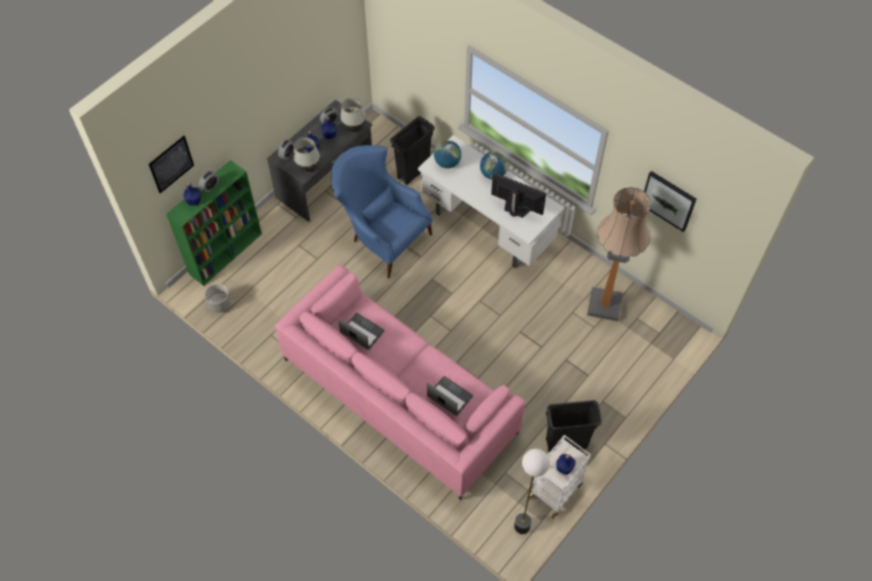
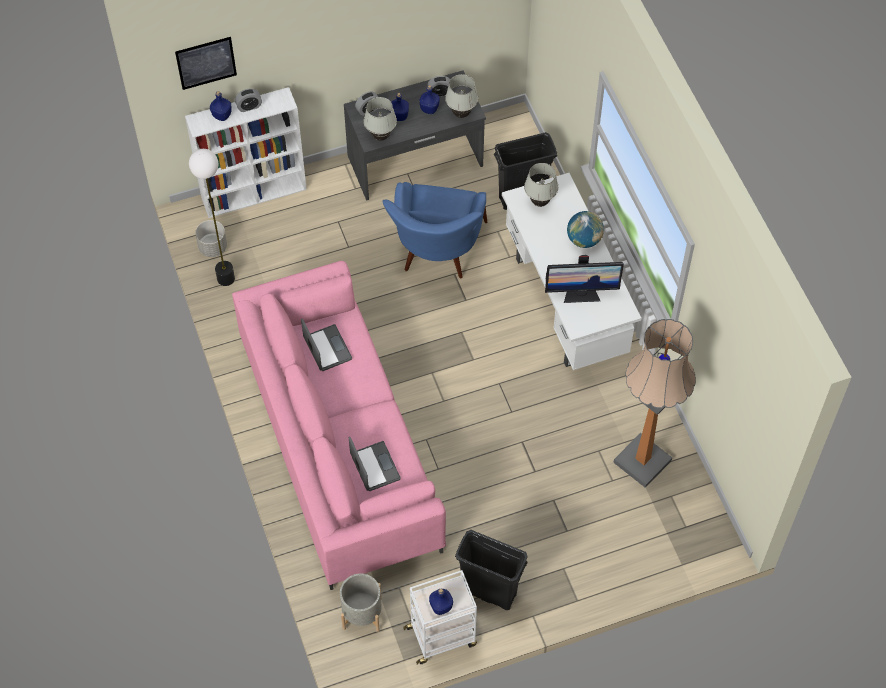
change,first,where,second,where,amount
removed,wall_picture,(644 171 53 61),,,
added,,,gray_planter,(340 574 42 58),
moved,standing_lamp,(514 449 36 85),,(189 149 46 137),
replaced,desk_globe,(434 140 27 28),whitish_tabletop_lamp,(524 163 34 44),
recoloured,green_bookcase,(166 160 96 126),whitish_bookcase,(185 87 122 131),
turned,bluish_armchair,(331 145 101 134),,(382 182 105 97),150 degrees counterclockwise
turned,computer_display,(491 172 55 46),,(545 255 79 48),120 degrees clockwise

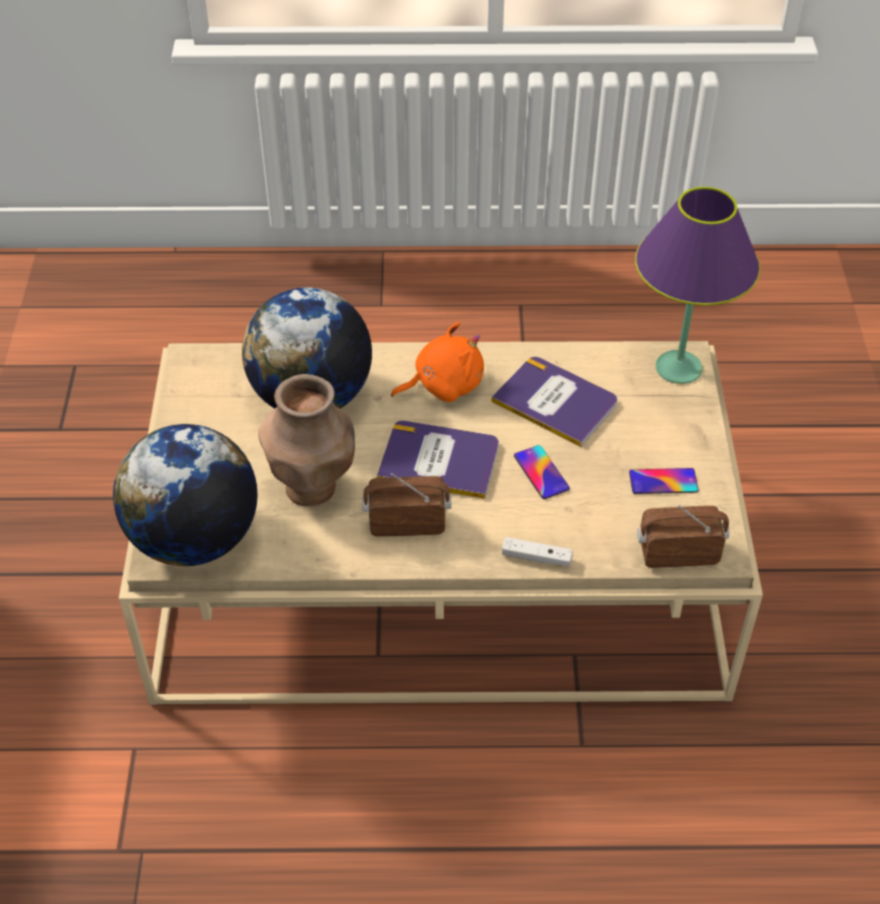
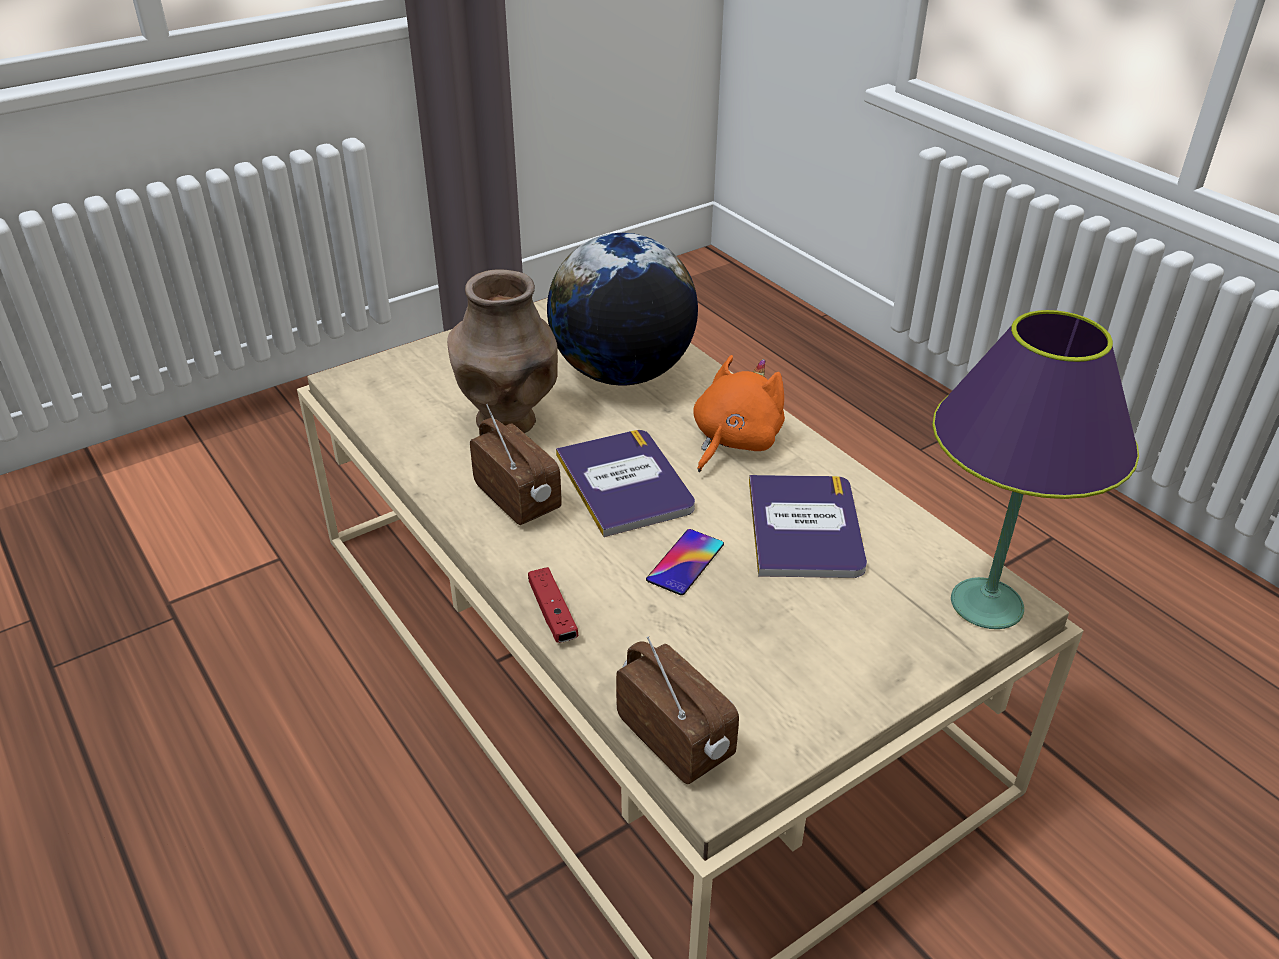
change,first,where,second,where,amount
removed,desk_globe,(113 424 145 142),,,
removed,handset,(629 468 69 26),,,
recoloured,whitish_joypad,(502 537 71 30),reddish_joypad,(528 567 50 76),
turned,orange-coloured_soft_toy,(391 322 93 80),,(693 355 92 117),90 degrees counterclockwise

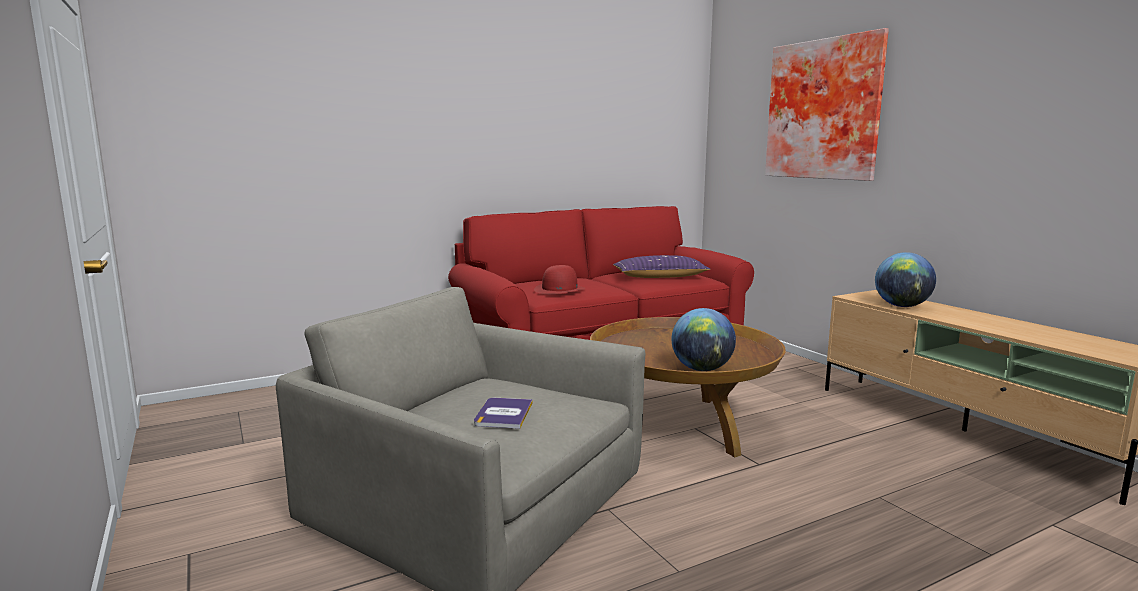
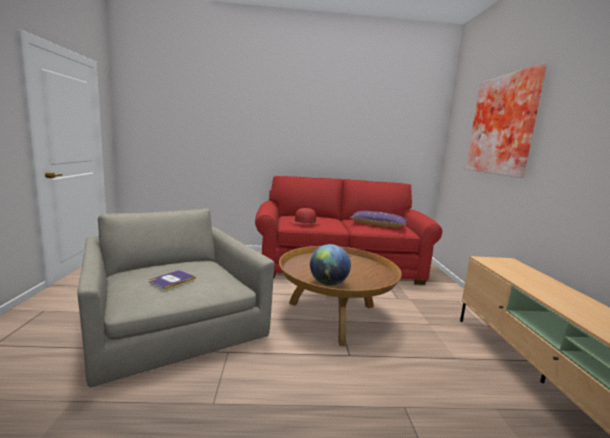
change,first,where,second,where,amount
removed,desk_globe,(875 252 61 55),,,

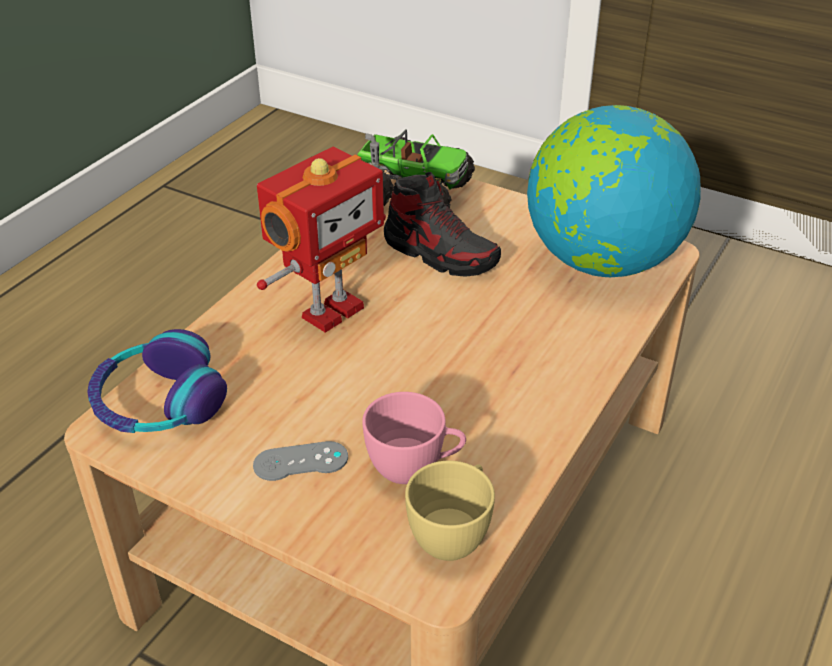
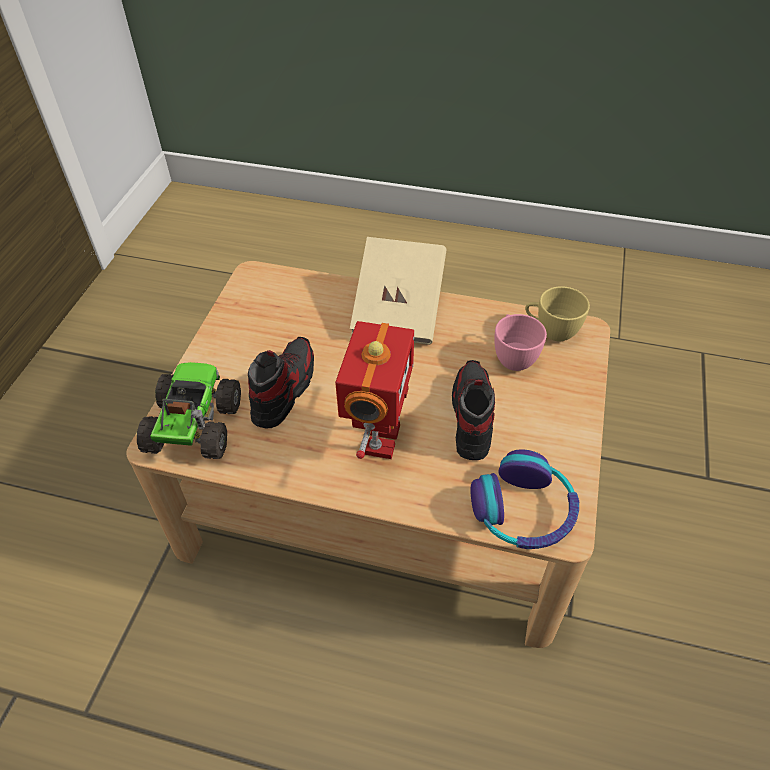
change,first,where,second,where,amount
removed,gray_joypad,(253 441 95 40),,,
removed,desk_globe,(527 105 174 172),,,
added,,,beige-coloured_volume,(350 237 97 108),
added,,,low_shoe,(452 360 43 100),
turned,model_robot,(257 147 129 186),,(335 321 79 138),75 degrees clockwise

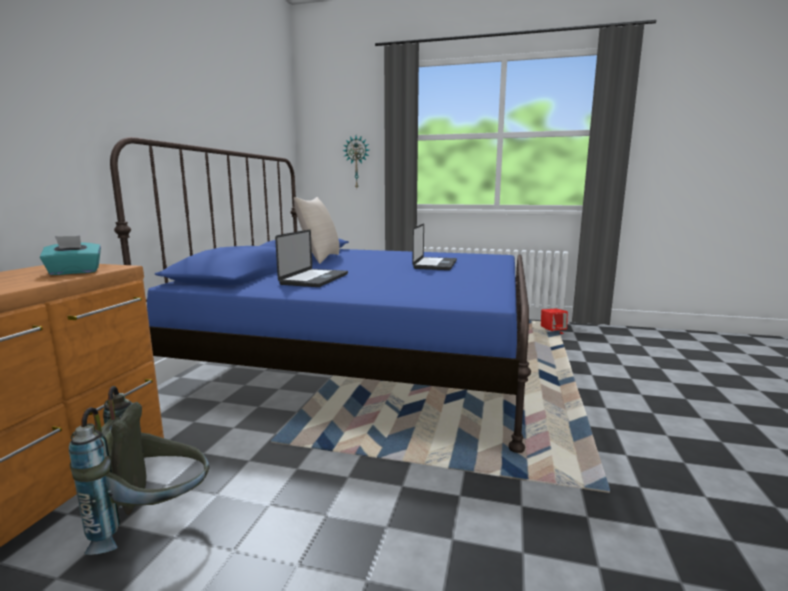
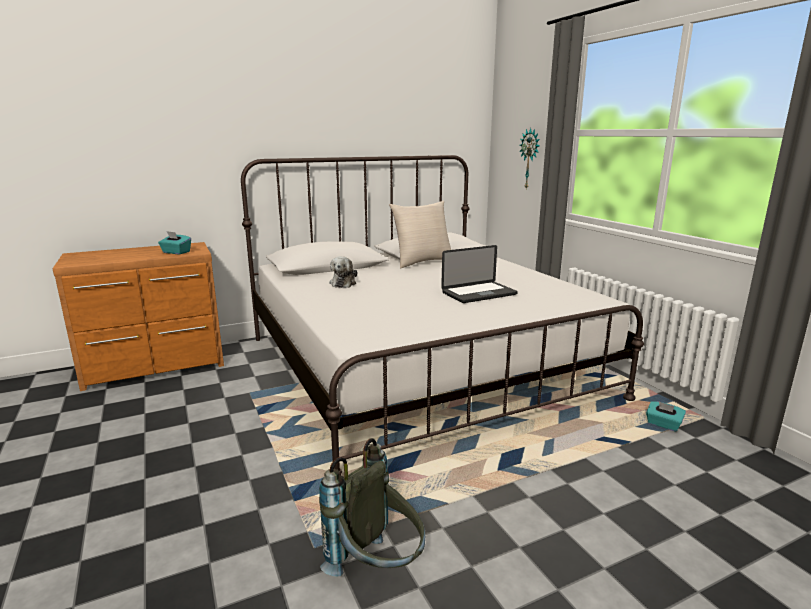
change,first,where,second,where,amount
moved,gray_backpack,(69 386 141 169),,(319 438 106 139),
replaced,laptop,(275 229 73 58),soft_toy,(329 256 28 32),
replaced,reddish_loudspeaker,(541 309 27 25),turquoise_tissue_holder,(646 401 40 31),
recoloured,bluish_bed,(110 137 421 316),whitish_bed,(241 155 403 323),

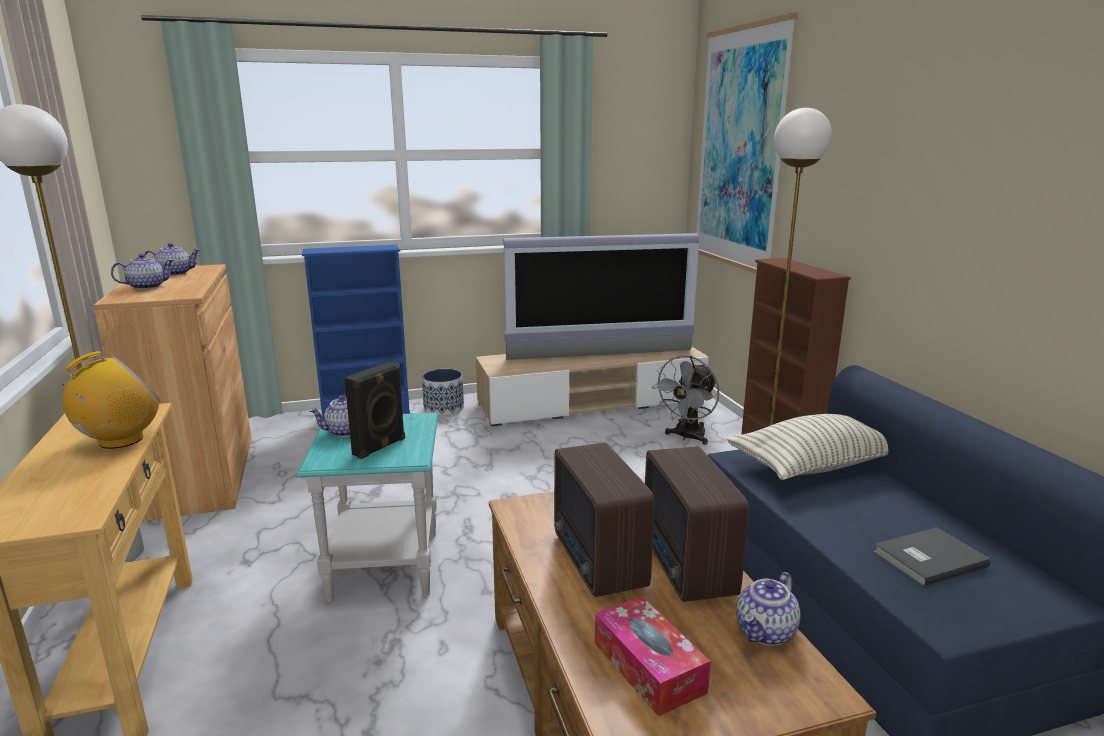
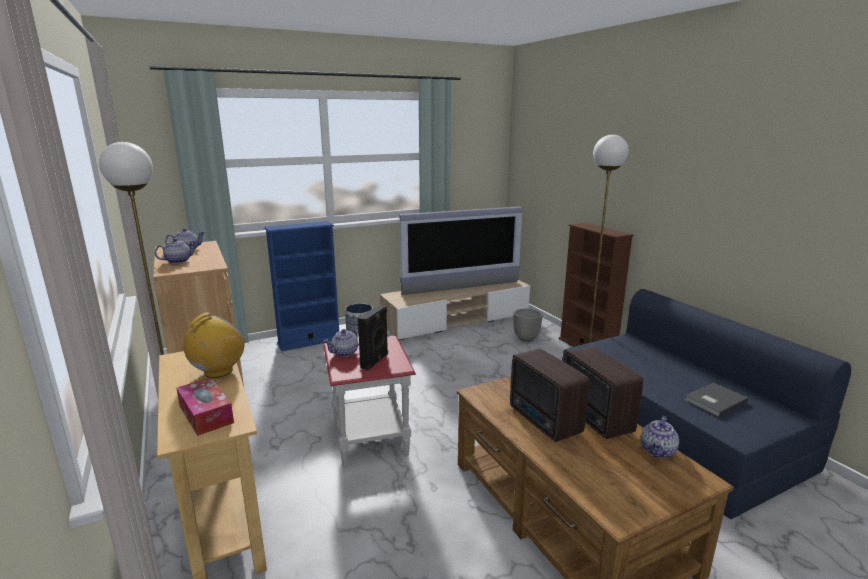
change,first,where,second,where,amount
removed,wall_picture,(696 13 102 261),,,
removed,cushion,(727 414 162 66),,,
moved,tissue_holder,(595 596 116 121),,(176 378 58 58),
replaced,gray_fan,(652 355 67 90),planter,(513 309 29 33),
recoloured,turquoise_accent_table,(296 413 142 189),reddish_accent_table,(323 336 93 131),

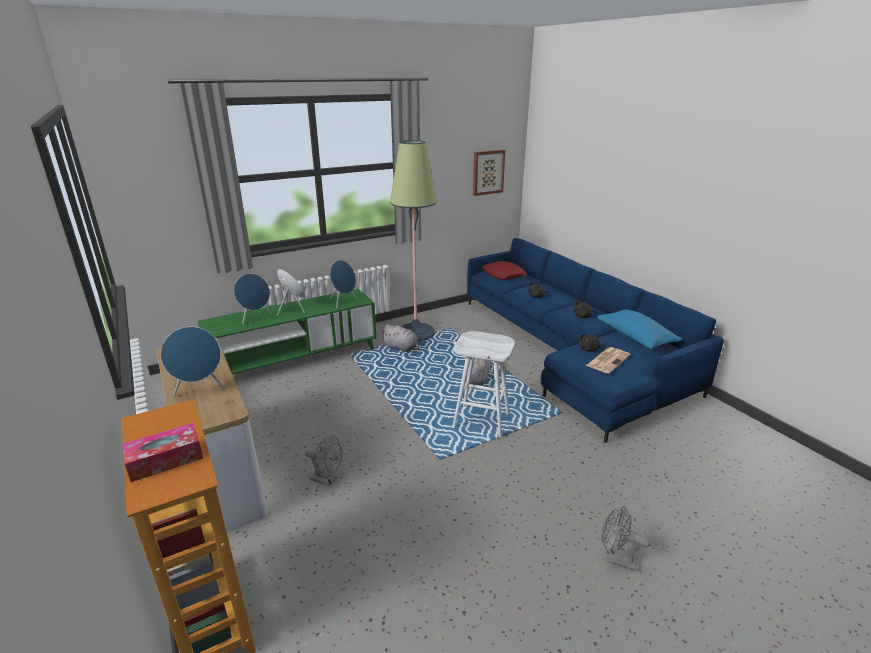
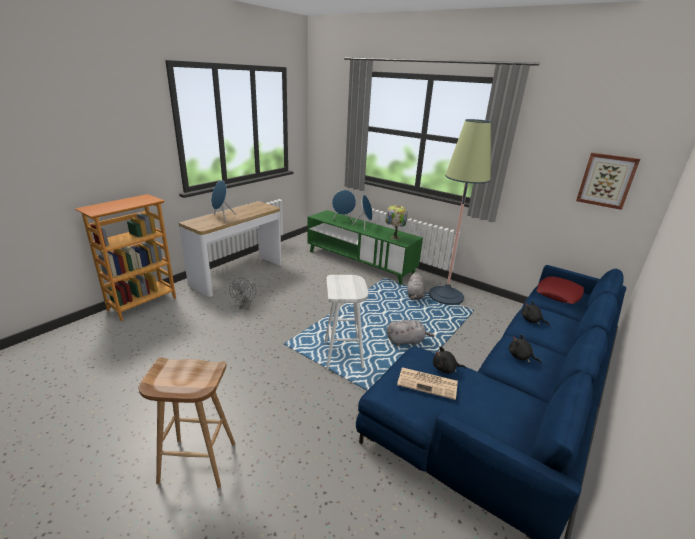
change,first,where,second,where,amount
removed,tissue_holder,(122 423 81 59),,,
removed,bluish_cushion,(597 309 85 40),,,
replaced,bluish_loudspeaker,(330 260 26 48),tabletop_lamp,(385 205 23 35),
replaced,gray_fan,(602 506 48 65),brownish_stool_seat,(139 358 96 130),

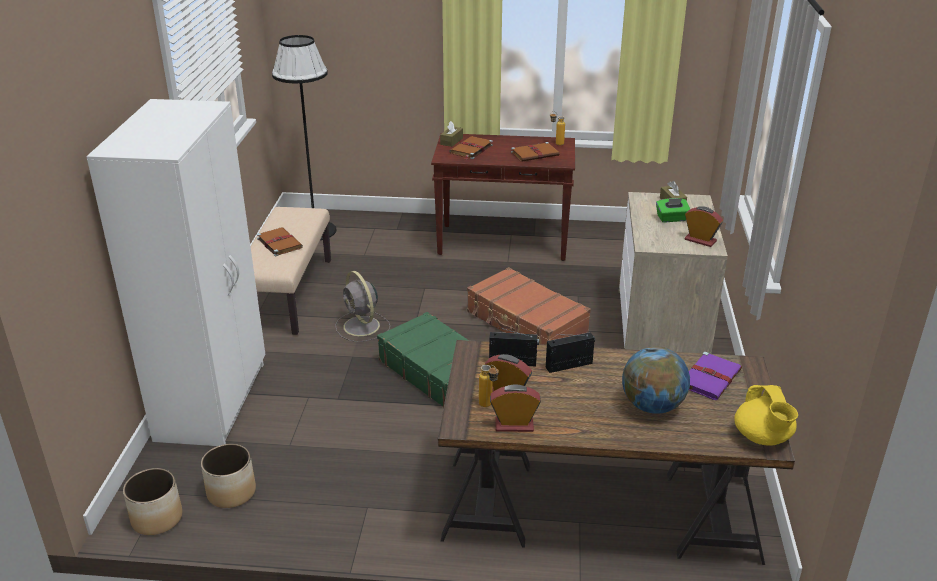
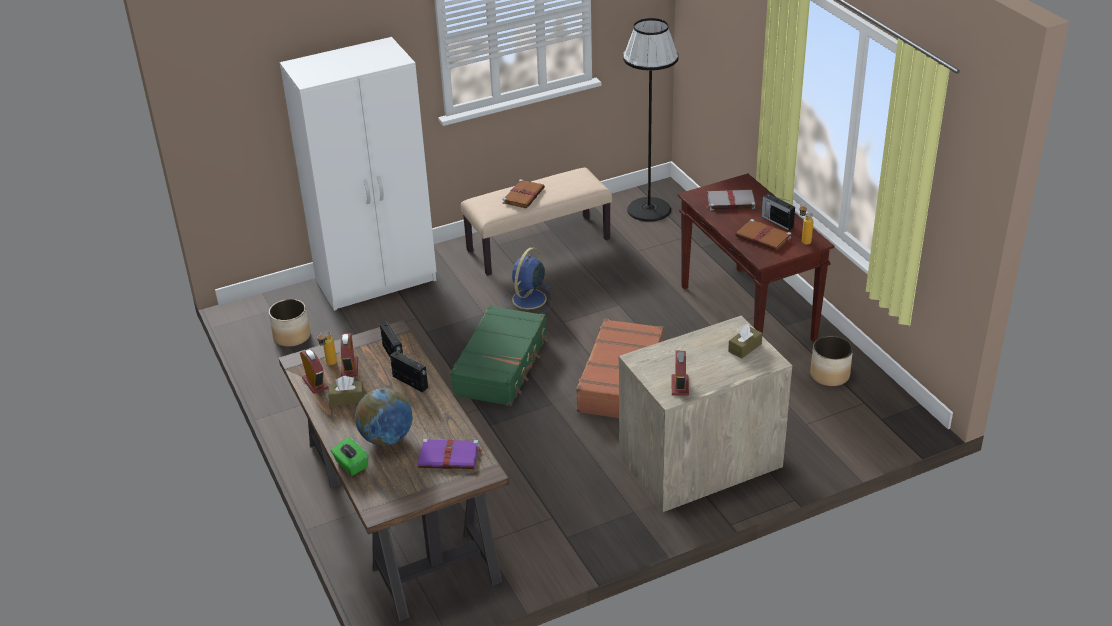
change,first,where,second,where,amount
removed,yellow_pot_for_tea,(734 385 64 61),,,
added,,,radio,(761 194 34 36),
moved,planter,(123 468 59 67),,(810 336 43 50),
moved,brownish_tissue_holder,(440 121 23 26),,(328 376 36 30),
moved,green_tissue_holder,(656 198 34 24),,(331 437 38 39),
recoloured,gray_fan,(335 271 55 71),bluish_fan,(504 247 48 67),
recoloured,brownish_volume,(449 136 44 23),gray_volume,(706 190 49 21),

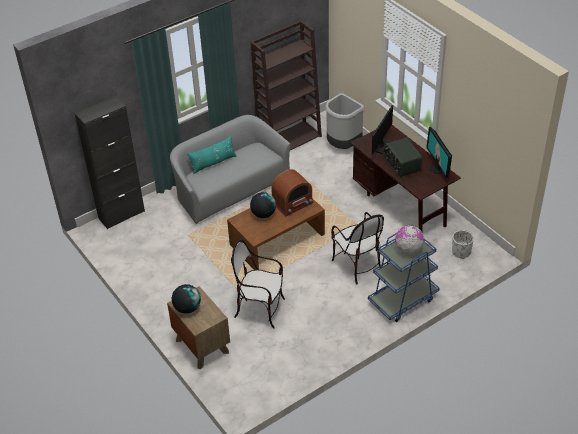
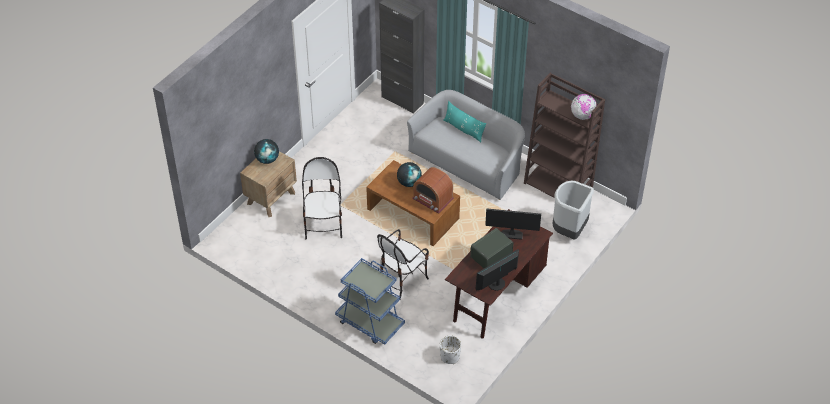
change,first,where,second,where,amount
moved,desk_globe,(395 225 29 29),,(571 94 26 26),

